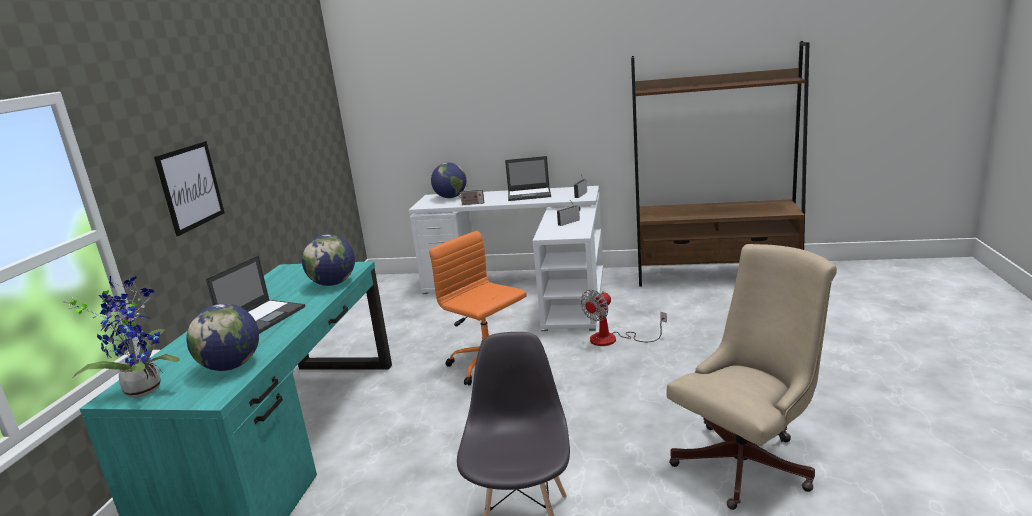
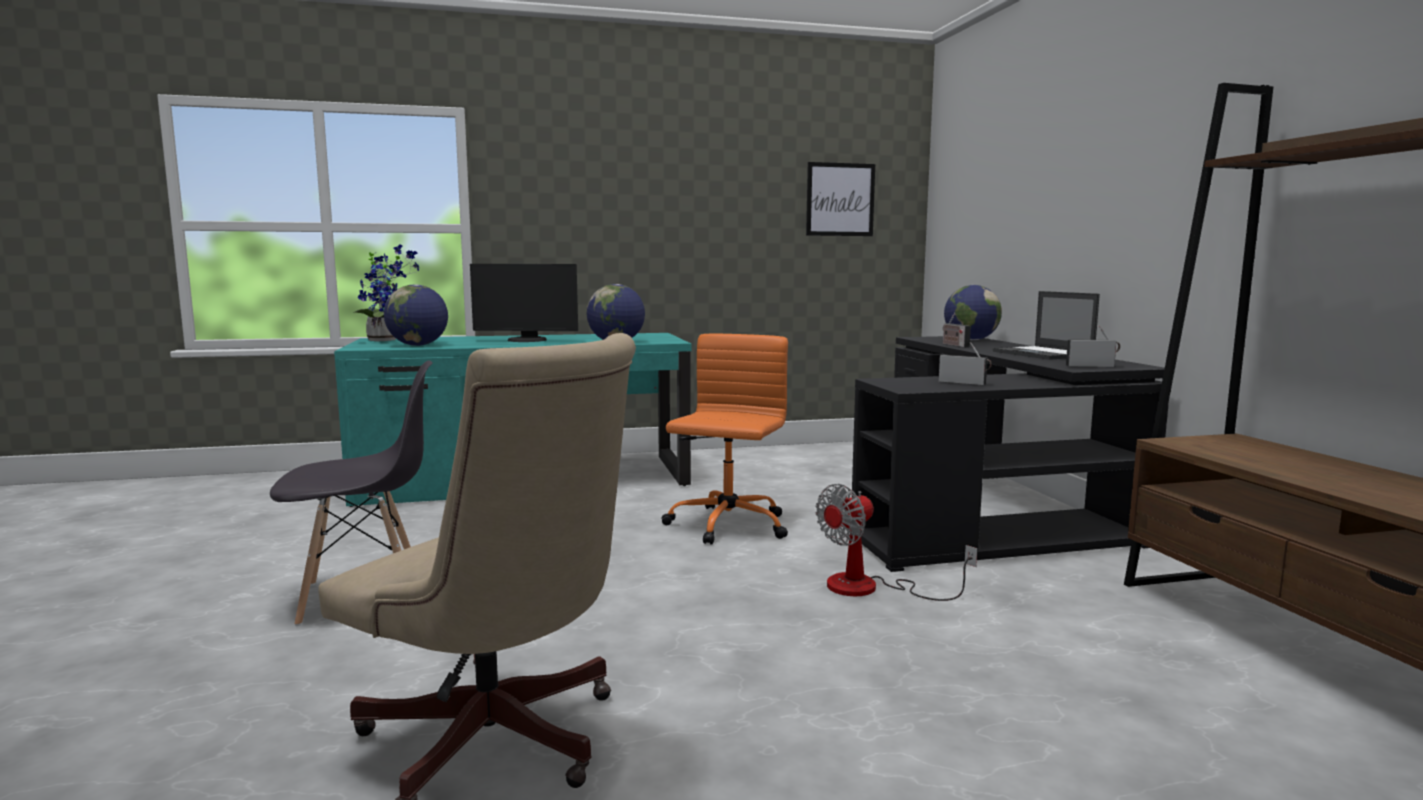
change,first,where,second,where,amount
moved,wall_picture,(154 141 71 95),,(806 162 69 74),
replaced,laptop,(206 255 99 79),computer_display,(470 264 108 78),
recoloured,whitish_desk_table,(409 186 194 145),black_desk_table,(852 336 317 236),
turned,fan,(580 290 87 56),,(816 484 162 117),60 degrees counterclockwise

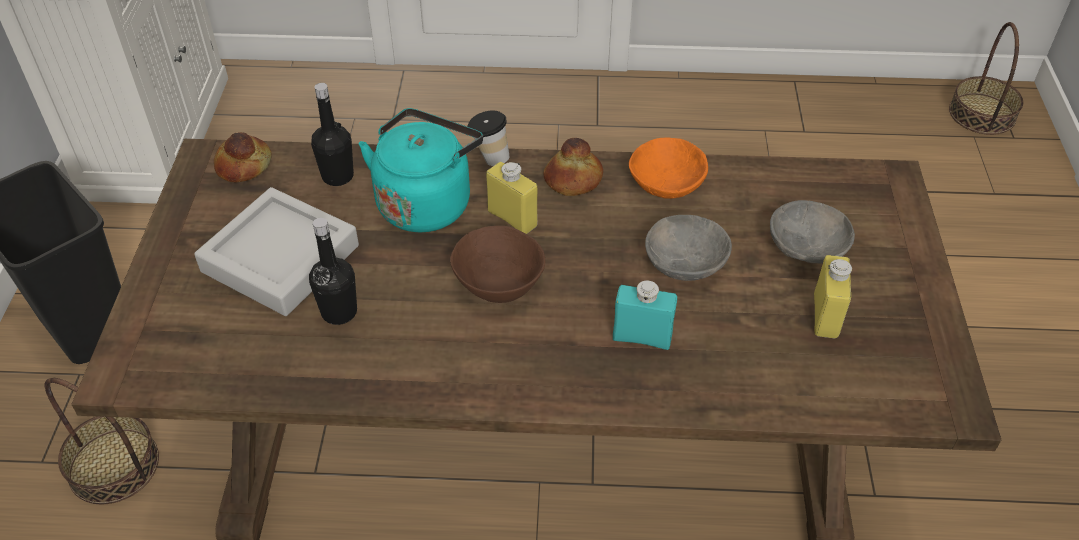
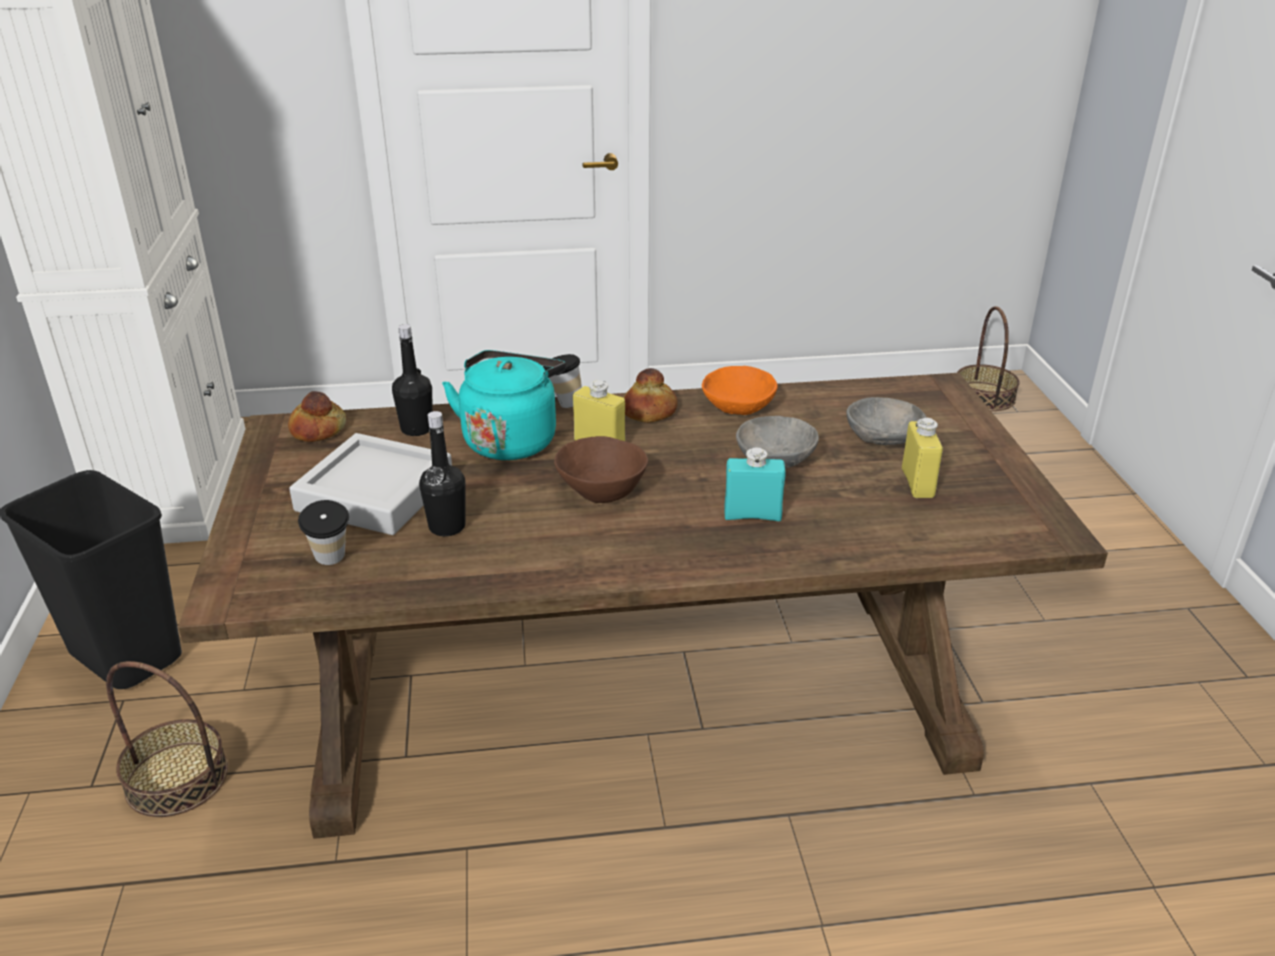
change,first,where,second,where,amount
added,,,small_cup,(298 500 51 65),

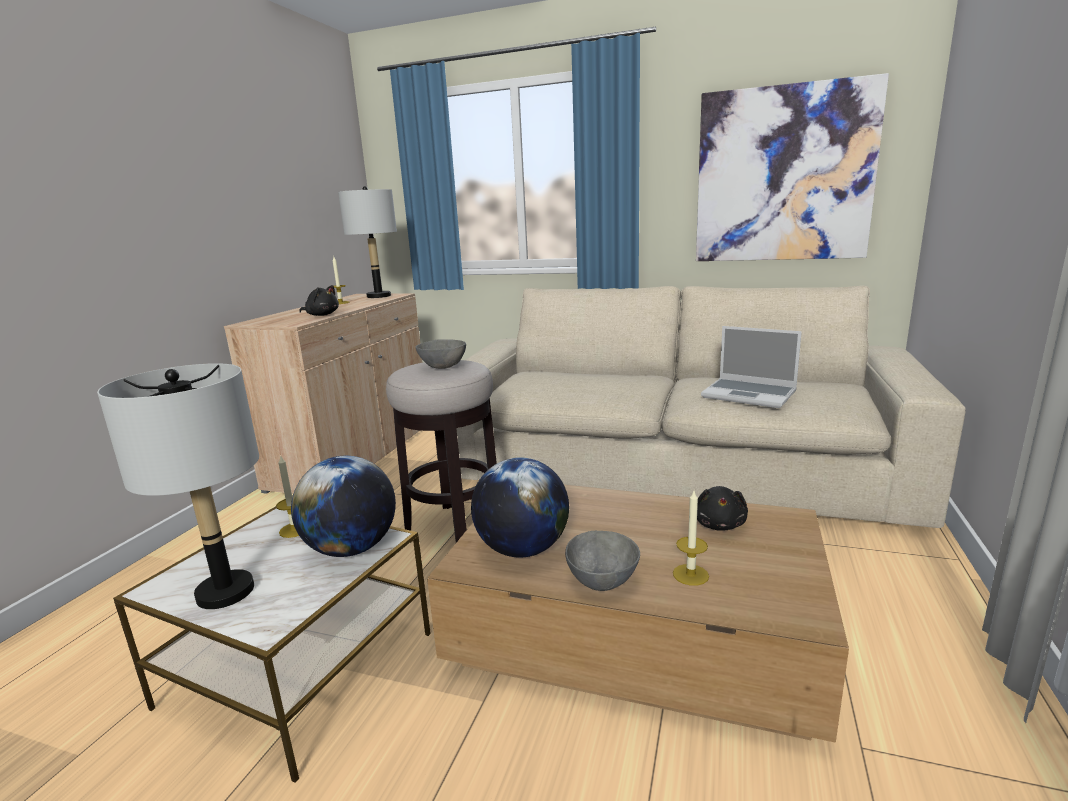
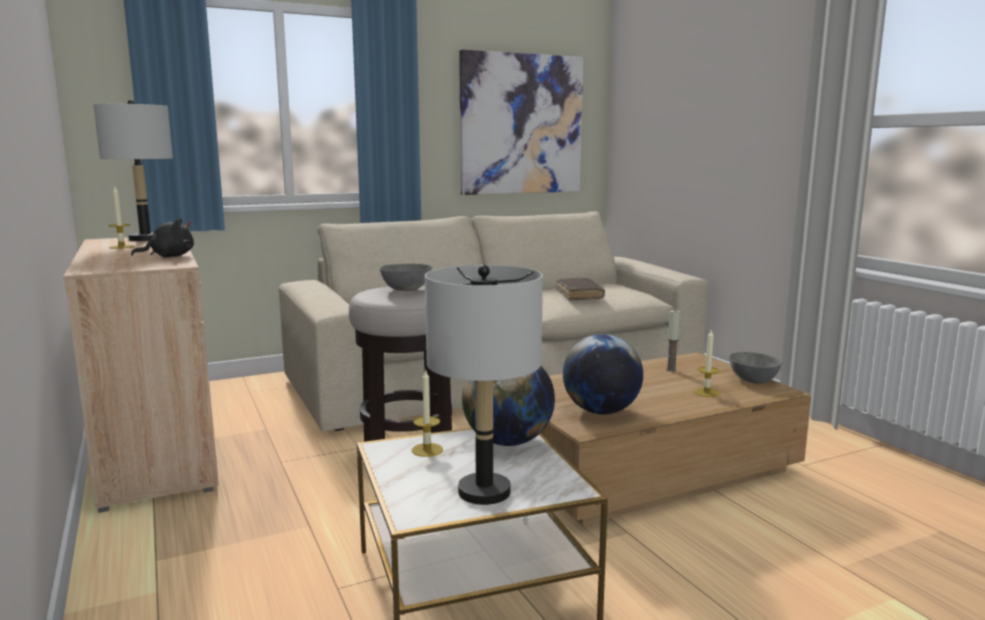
change,first,where,second,where,amount
moved,gray_bowl,(565 531 75 60),,(729 352 53 32),
replaced,black_soft_toy,(697 486 51 45),wax_light,(666 310 14 62),
replaced,laptop,(701 326 101 82),brownish_volume,(556 278 49 23),

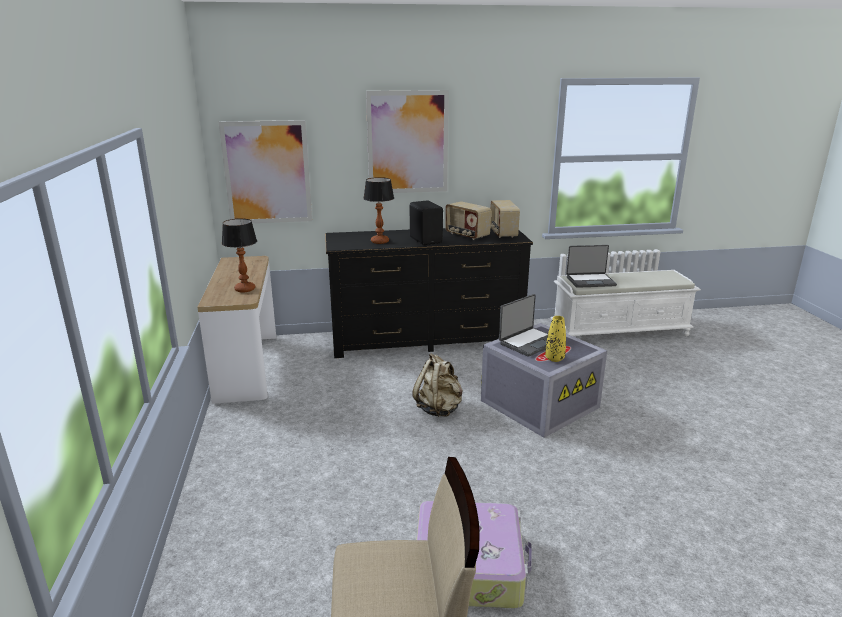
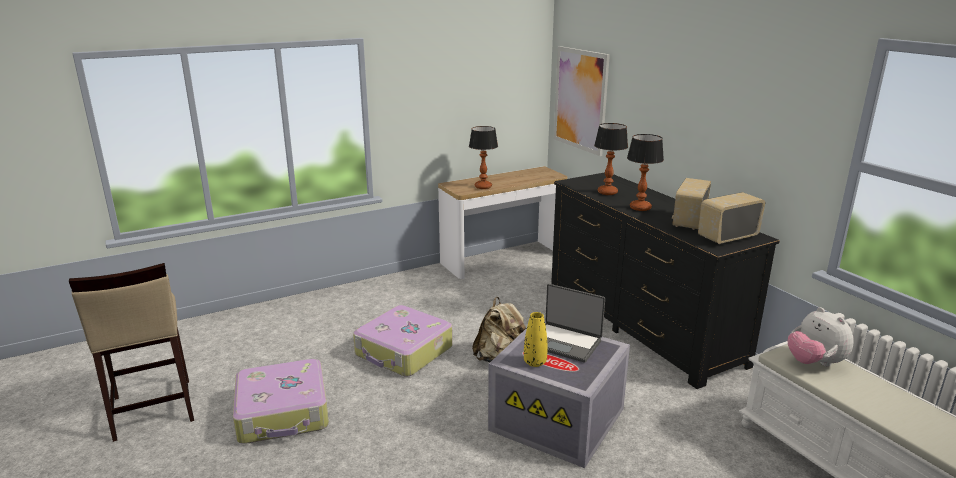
change,first,where,second,where,amount
removed,wall_picture,(366 90 83 103),,,
added,,,travel_case,(353 305 100 72),
replaced,black_loudspeaker,(410 200 33 45),tabletop_lamp,(627 134 37 77),
replaced,laptop,(566 245 51 43),soft_toy,(788 307 66 60),

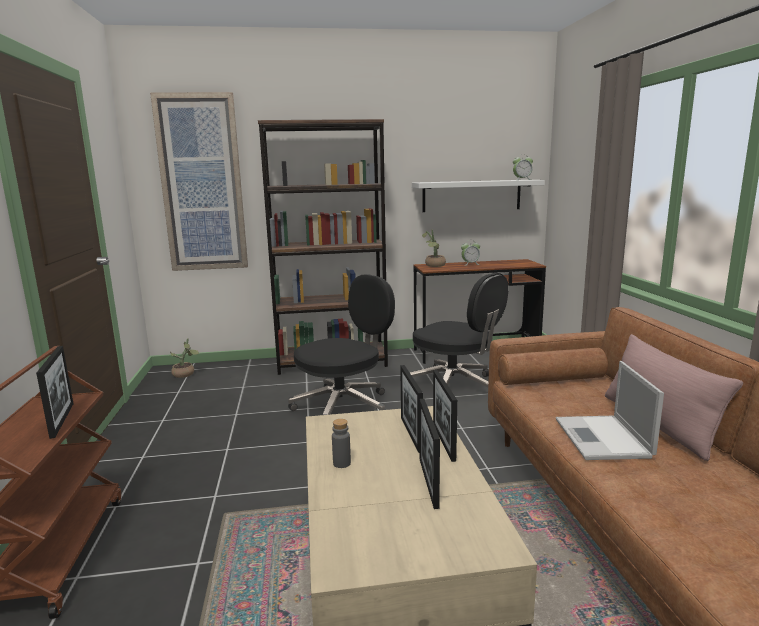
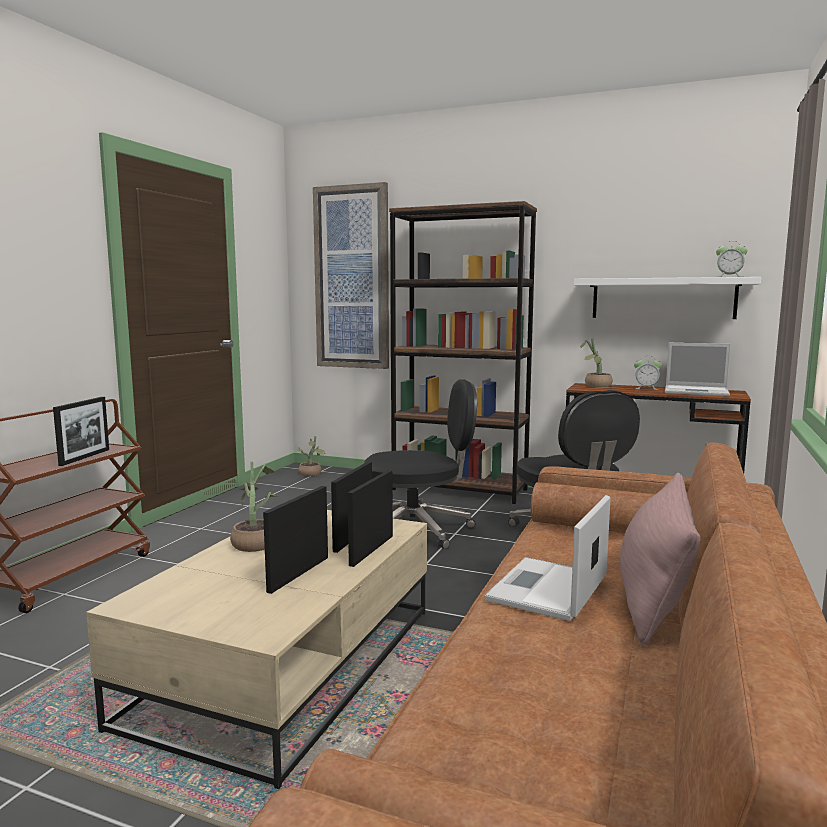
change,first,where,second,where,amount
added,,,laptop,(665 342 66 54),
replaced,gray_bottle,(332 419 19 49),potted_plant,(230 462 48 90),

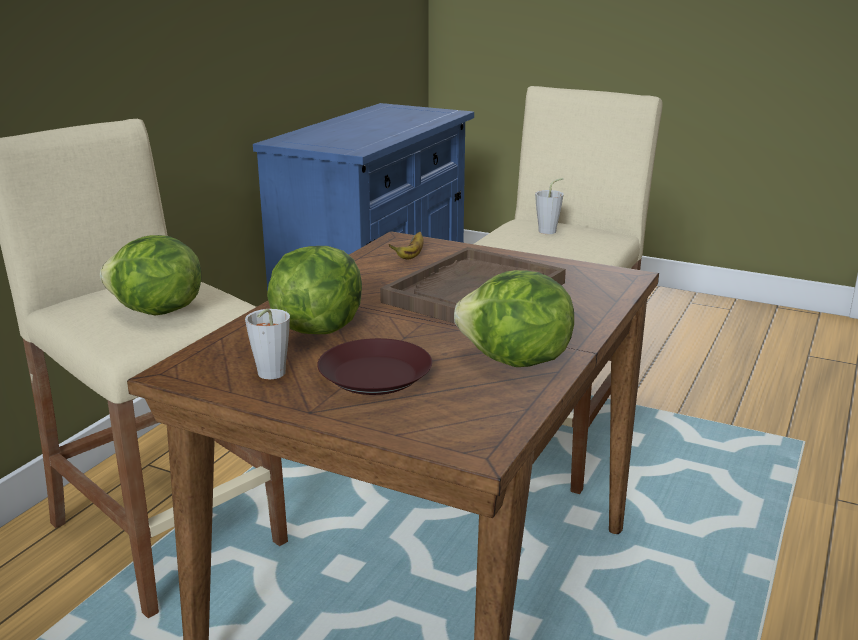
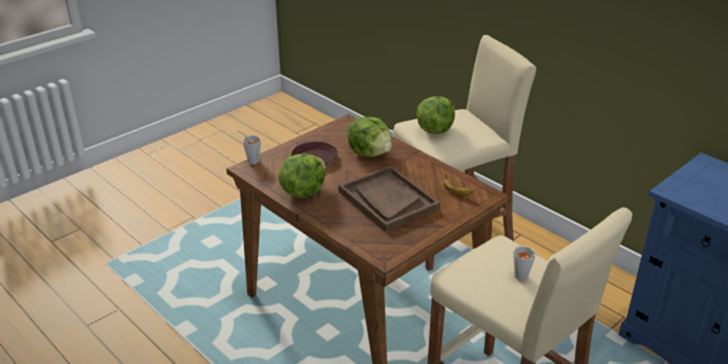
change,first,where,second,where,amount
moved,gray_small_cup,(245 309 45 70),,(237 131 24 33),

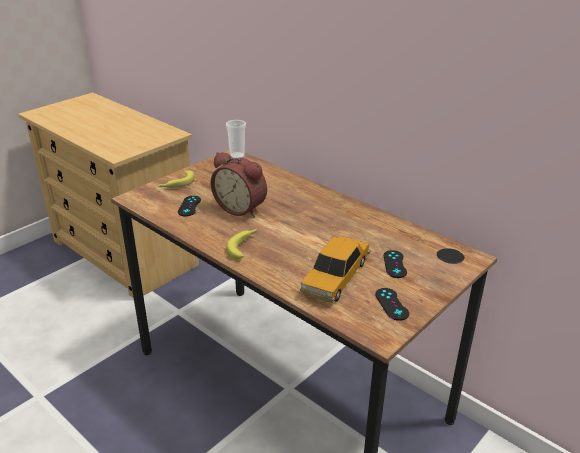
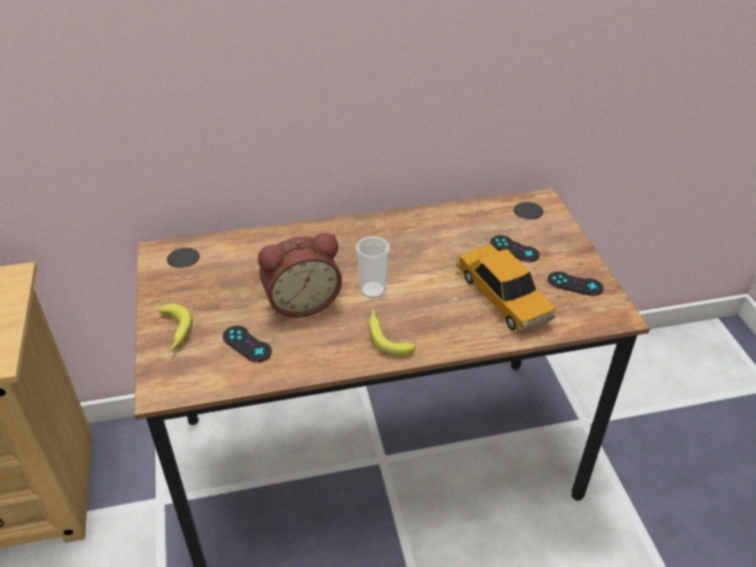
change,first,where,second,where,amount
moved,small_cup,(226 120 20 39),,(356 236 34 63),

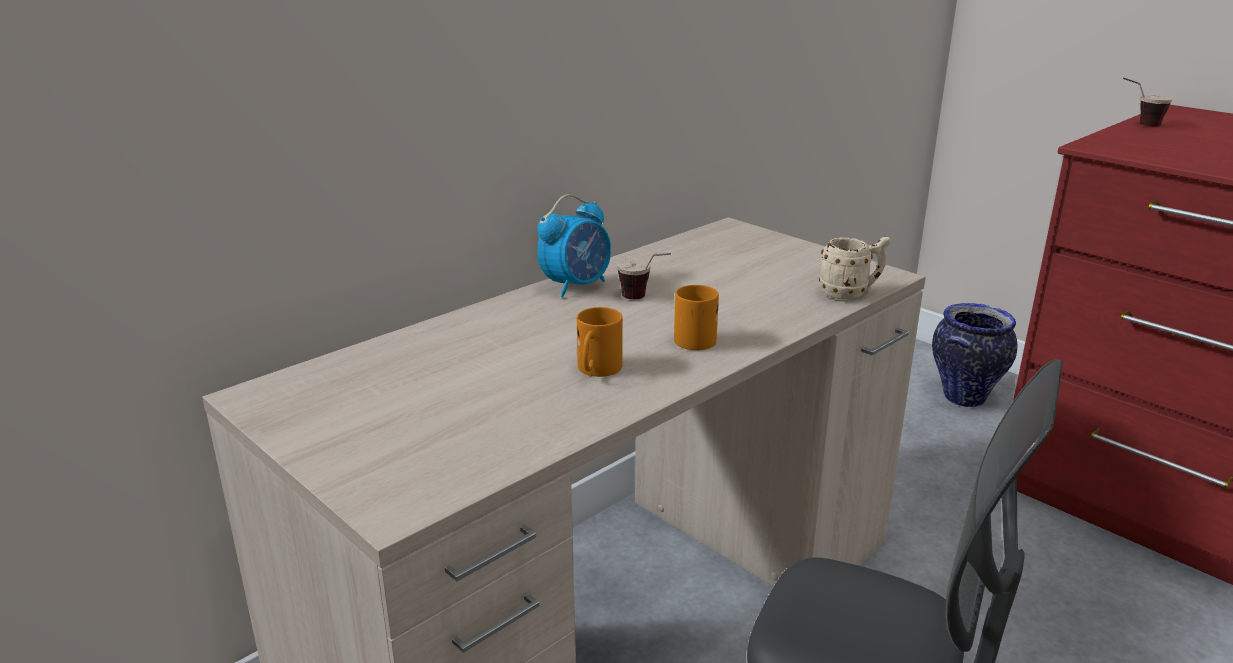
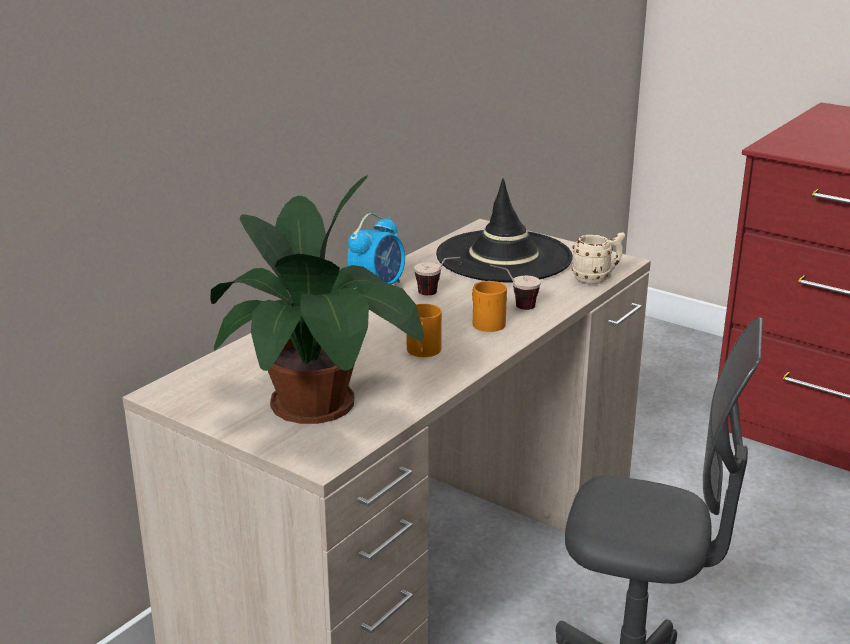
change,first,where,second,where,amount
removed,decorative_vase,(932 303 85 104),,,
added,,,potted_plant,(210 175 214 249),
added,,,black_hat,(436 179 137 103),
moved,small_cup,(1123 77 49 50),,(490 265 51 45),

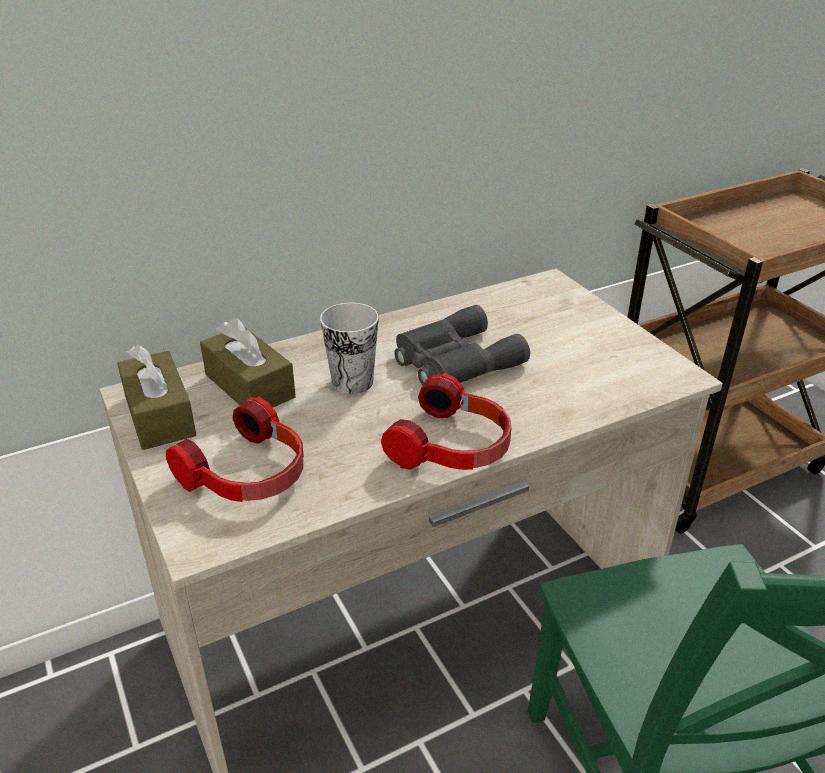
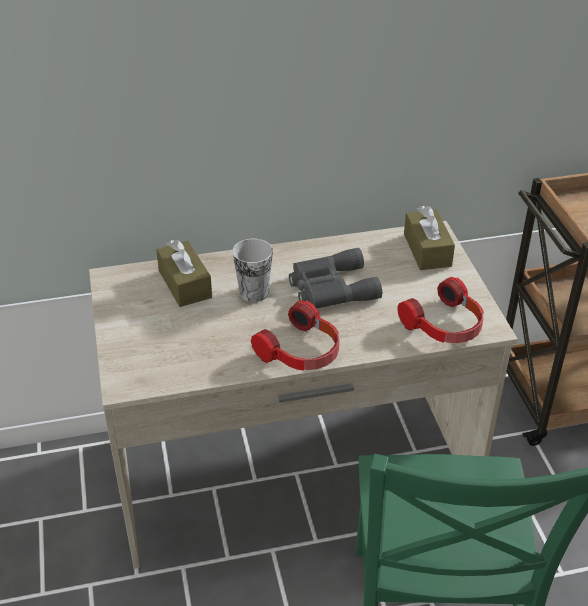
change,first,where,second,where,amount
moved,brownish_tissue_holder,(117 345 79 105),,(404 206 51 64),
moved,headphones,(166 396 138 106),,(397 277 87 66),

